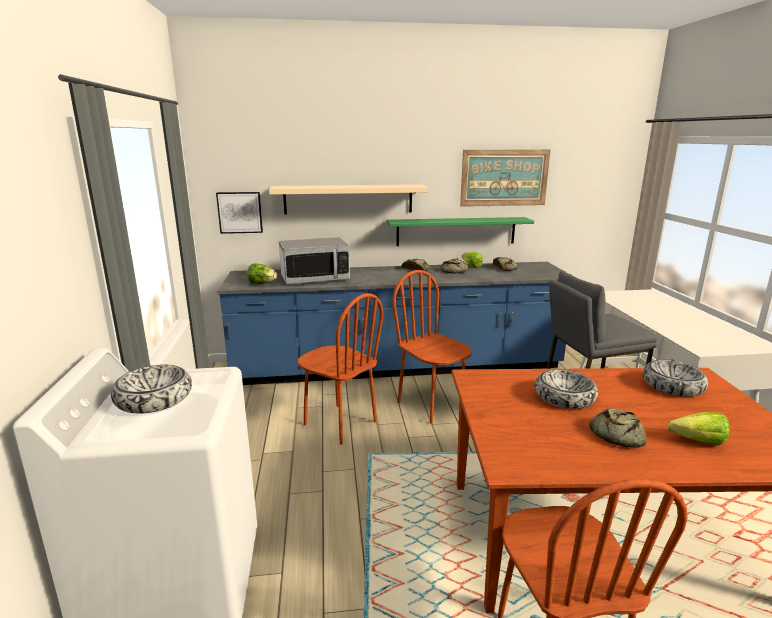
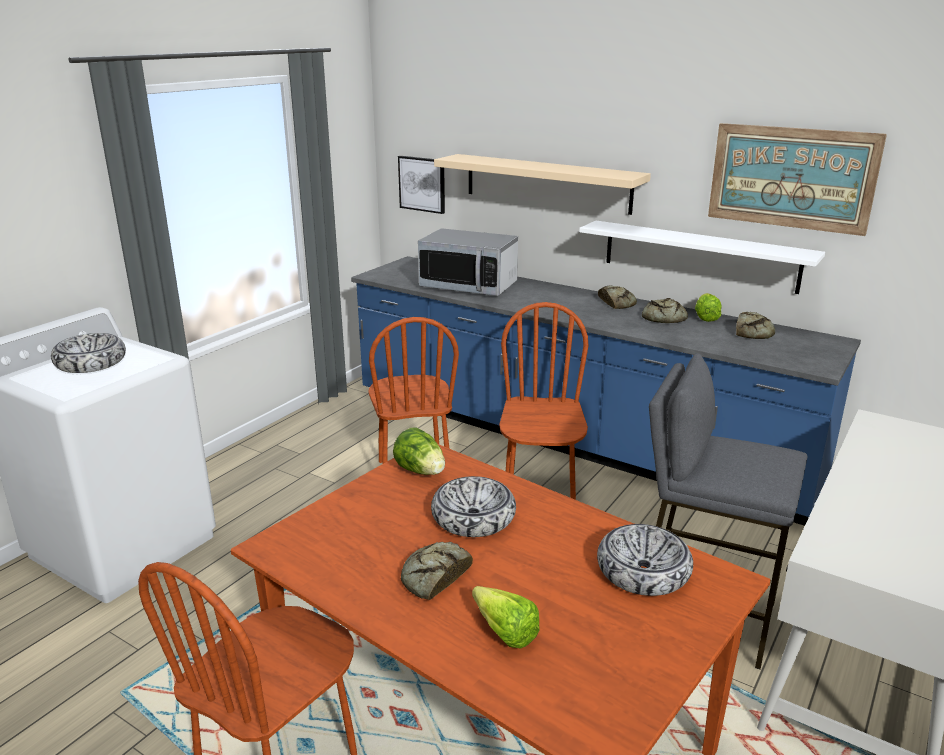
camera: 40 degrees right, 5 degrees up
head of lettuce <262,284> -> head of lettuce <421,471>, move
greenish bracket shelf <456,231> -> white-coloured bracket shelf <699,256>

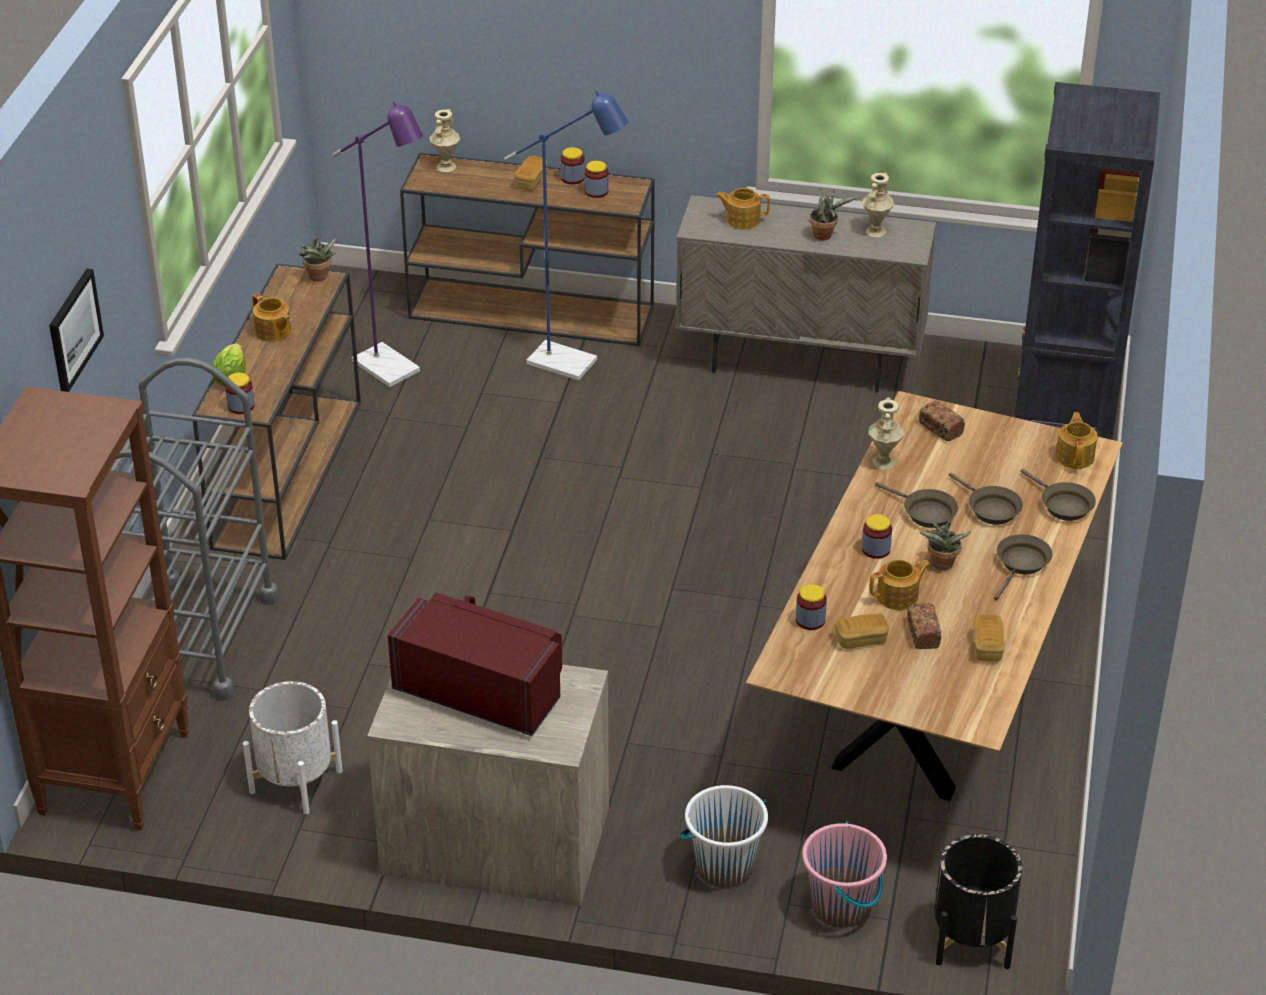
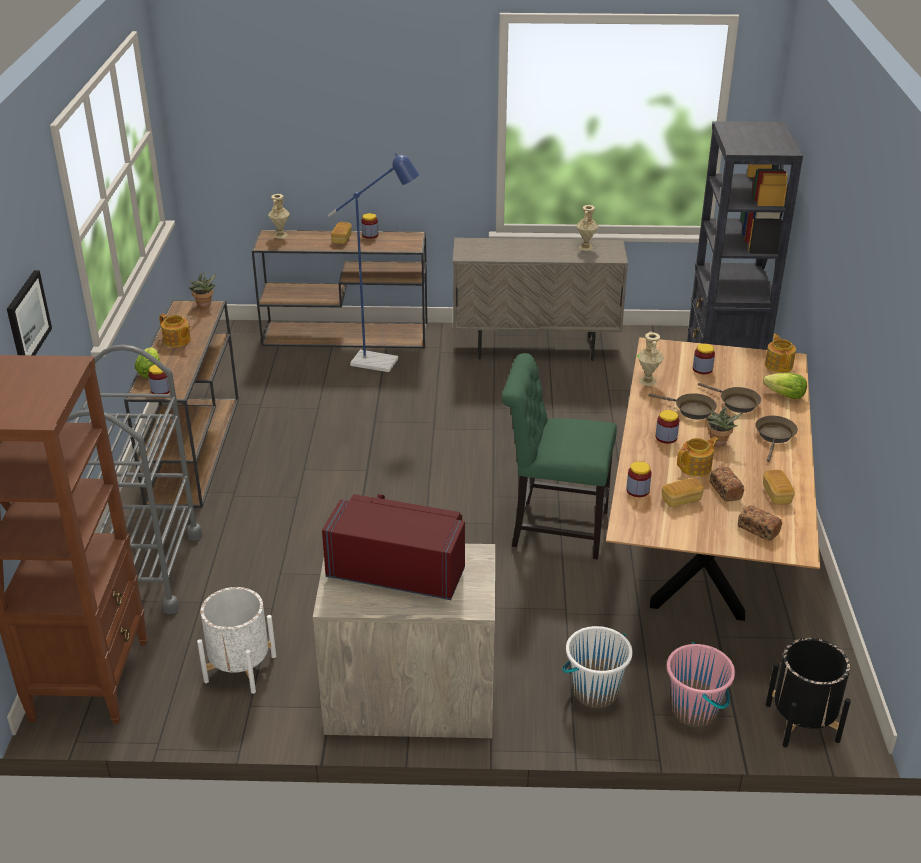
camera: 10 degrees left, 5 degrees down
purplish standard lamp <394,371> -> none
storage jar <596,191> -> storage jar <702,369>, move
pot for tea <742,220> -> none
houseplant <825,235> -> none
bakery bread <940,428> -> bakery bread <758,529>, move
brown-coloured frying pan <1063,505> -> head of lettuce <785,396>
none -> greenish chair <554,528>

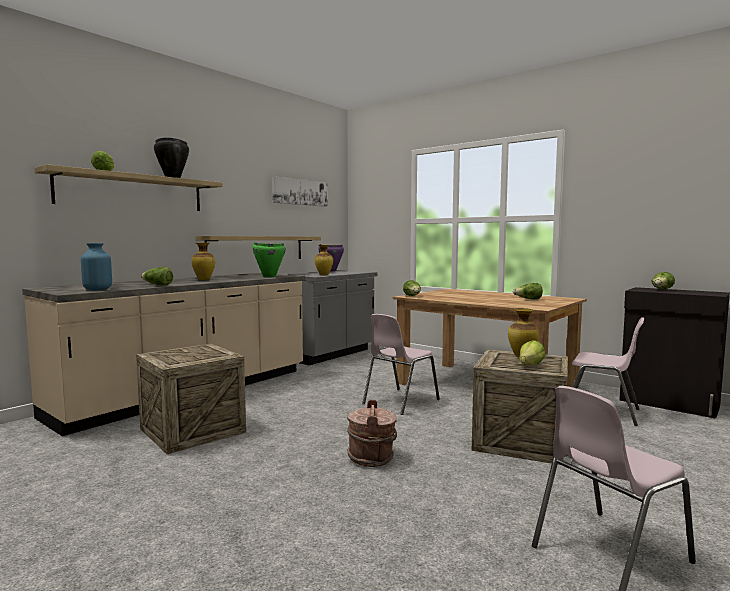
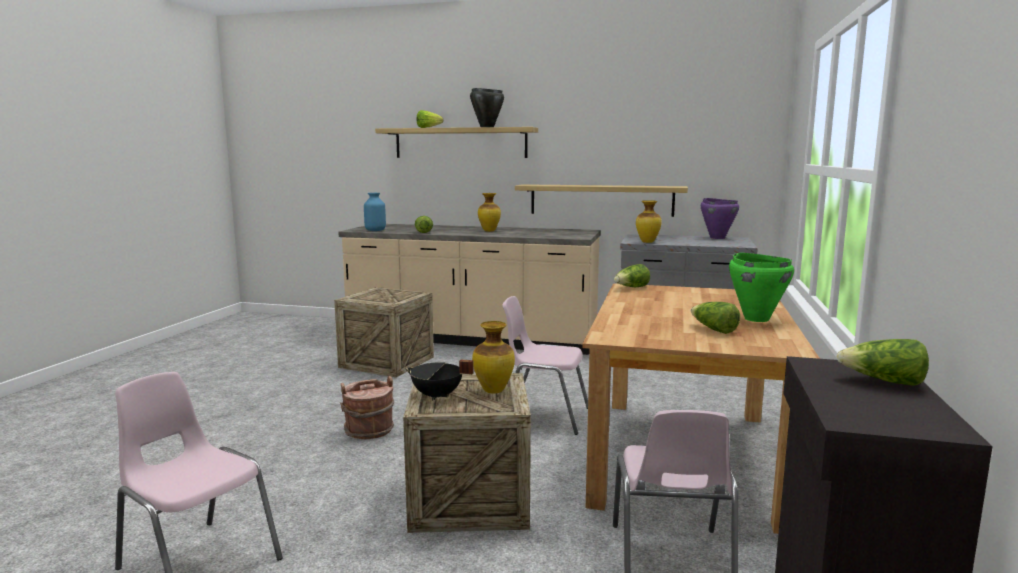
camera: 65 degrees right, 5 degrees up
greenish saucepot <269,276> -> greenish saucepot <756,319>, move
wall picture <300,192> -> none
head of lettuce <528,367> -> black-coloured saucepot <437,396>

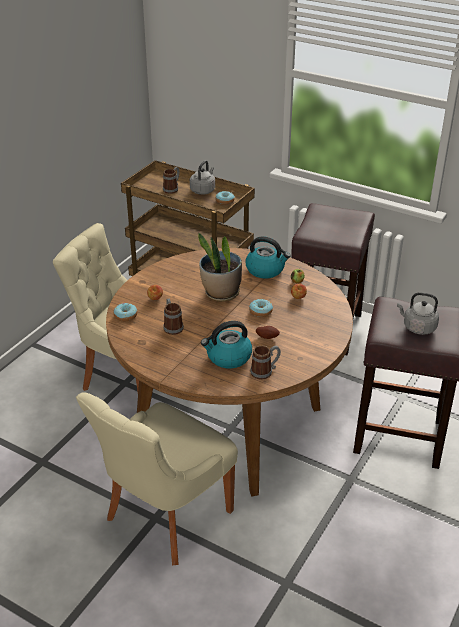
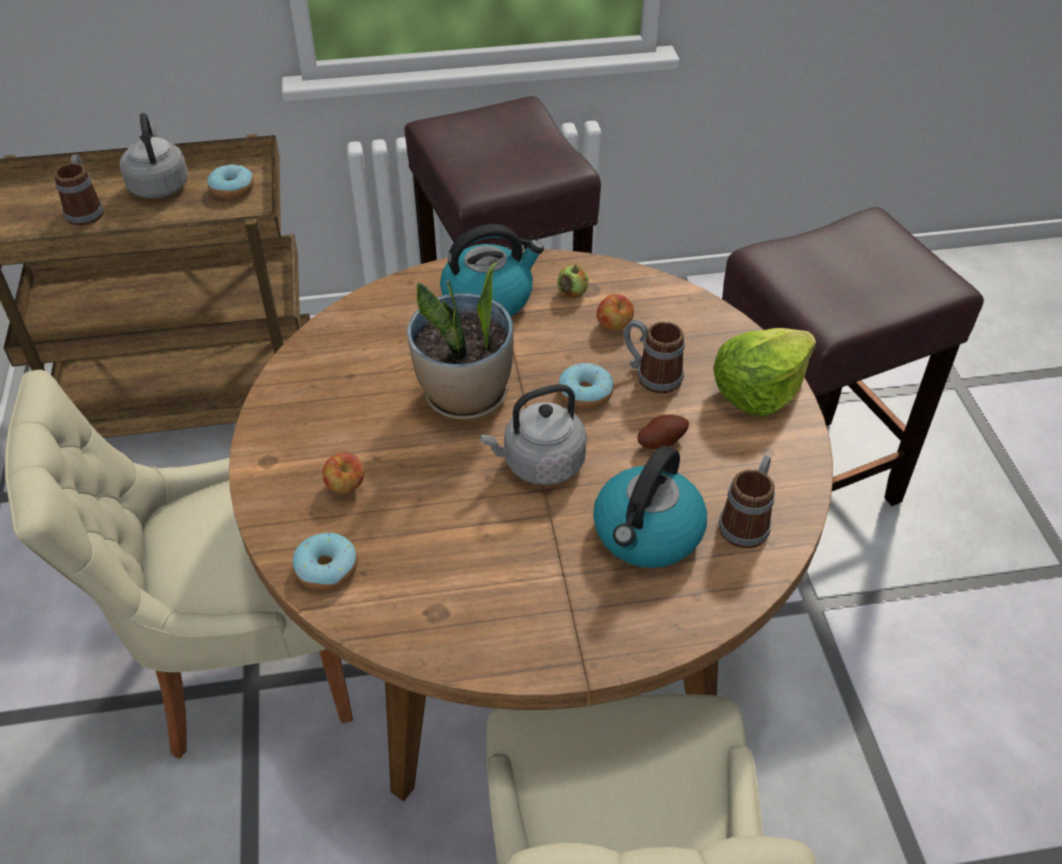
camera: 40 degrees left, 10 degrees up
coffee mug <172,326> -> coffee mug <651,375>, move
gray kettle <417,327> -> gray kettle <539,464>, move
none -> head of lettuce <758,390>

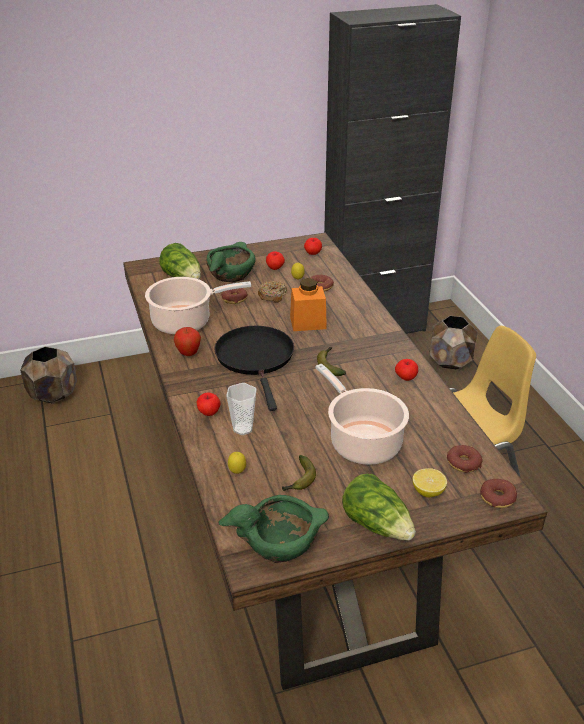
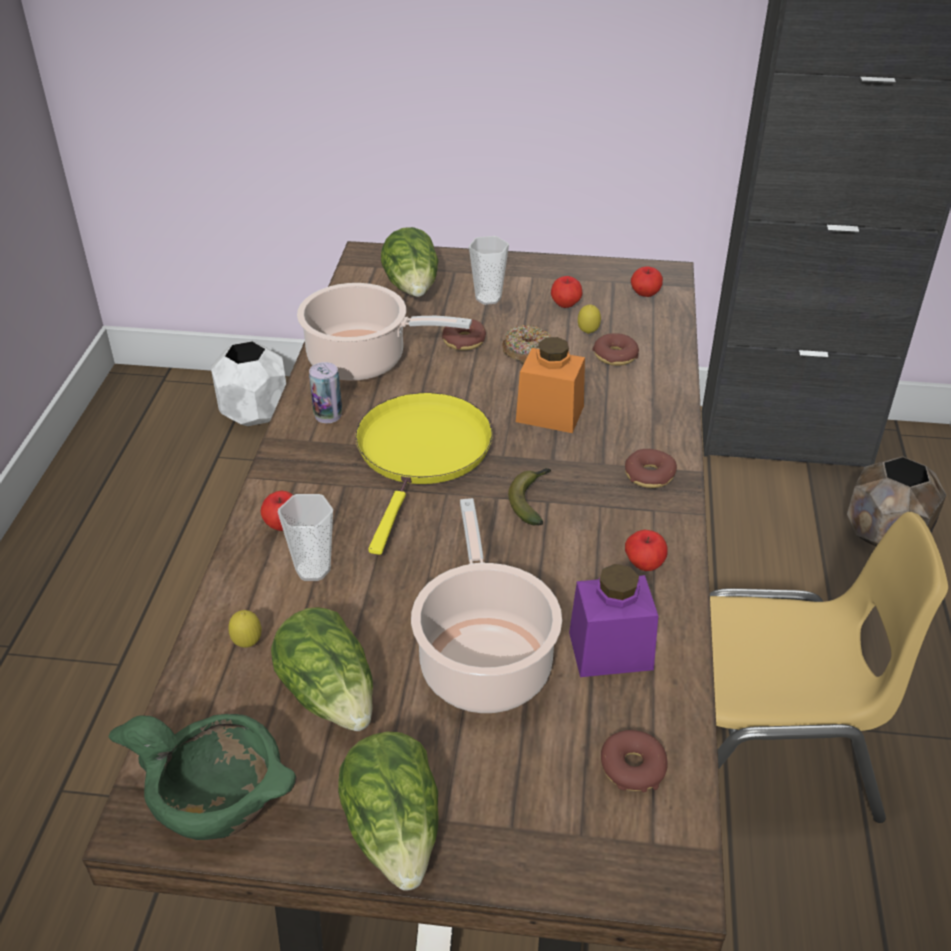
camera: 25 degrees right, 5 degrees up
brown-coloured planter <53,394> -> white-coloured planter <255,413>
whole apple <188,354> -> metal can <328,415>
greenish deep dish <230,274> -> small cup <488,298>
black-coloured frying pan <256,359> -> yellowish frying pan <422,453>
whole banana <299,480> -> head of lettuce <331,694>
citrus fruit <428,491> -> none
donut <497,498> -> donut <649,475>, move
none -> purplish storage jar <610,651>

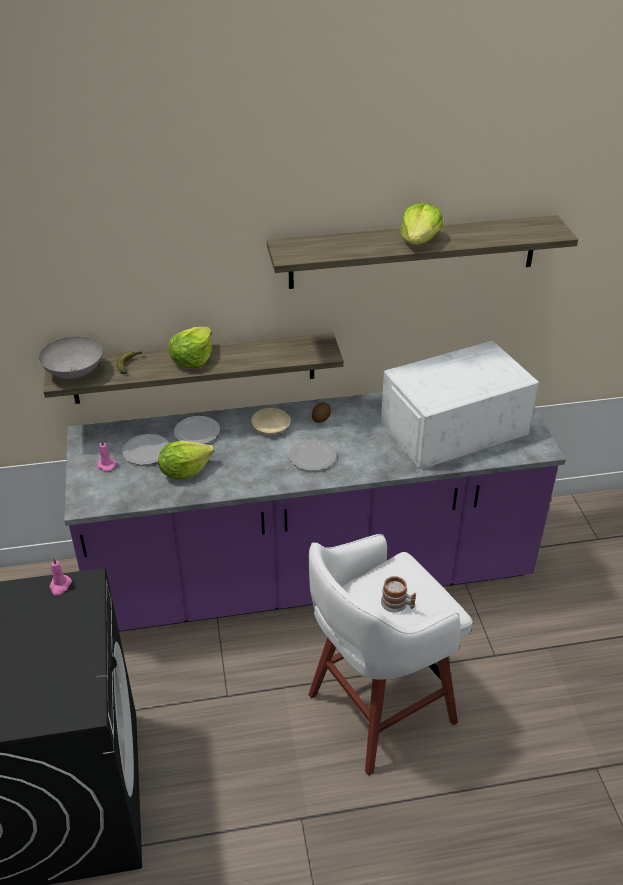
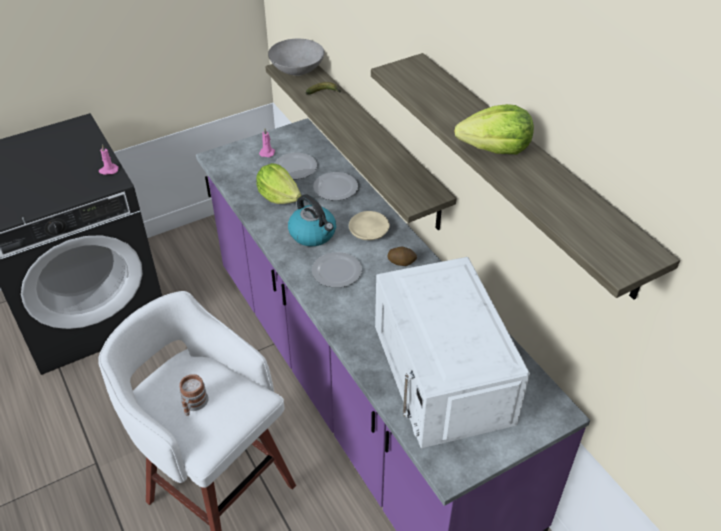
camera: 70 degrees right, 5 degrees up
head of lettuce <192,359> -> none
white-coloured kitchen microwave <453,428> -> white-coloured kitchen microwave <443,374>, 150 degrees counterclockwise
none -> kettle <313,234>

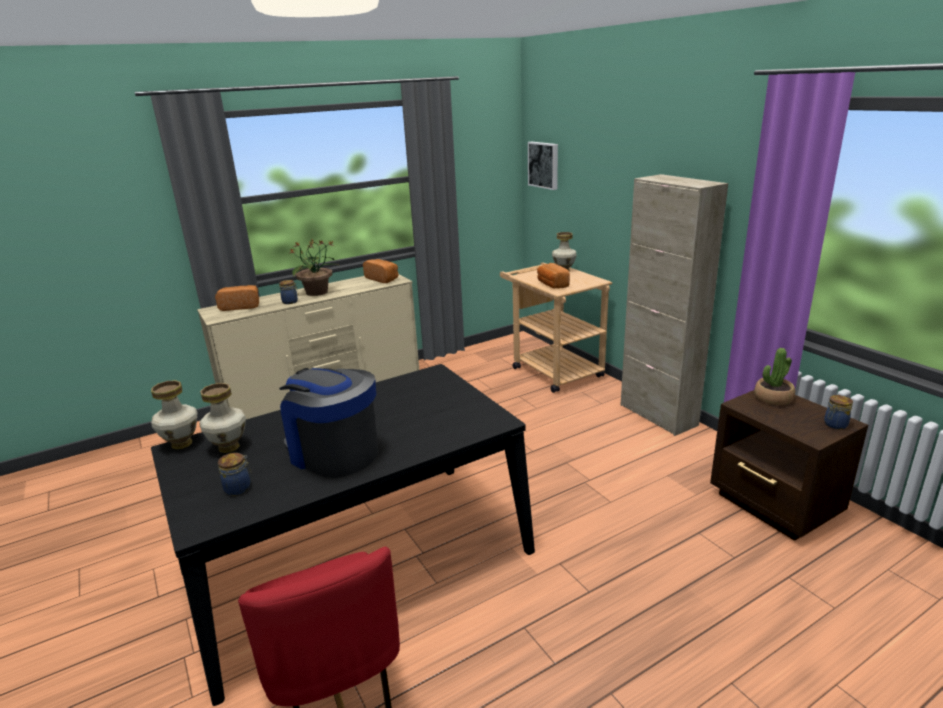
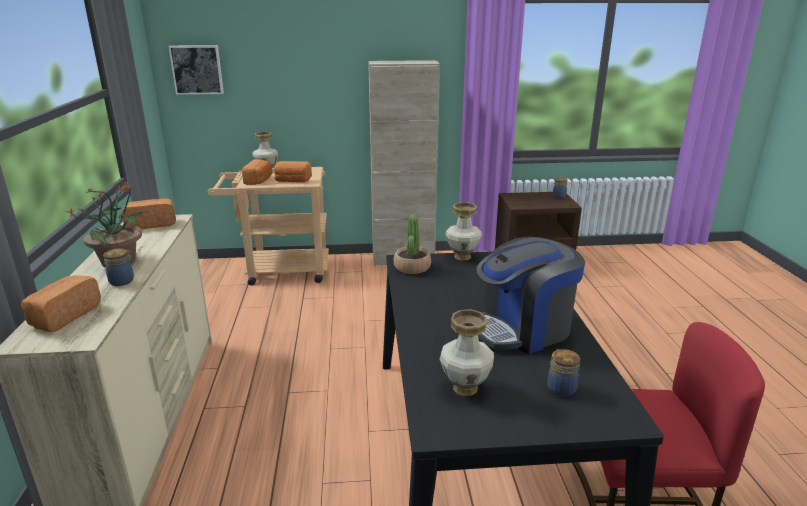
camera: 65 degrees left, 0 degrees up
vase <181,443> -> vase <462,257>, move
houseplant <773,398> -> houseplant <412,267>, move
none -> bakery bread <259,181>

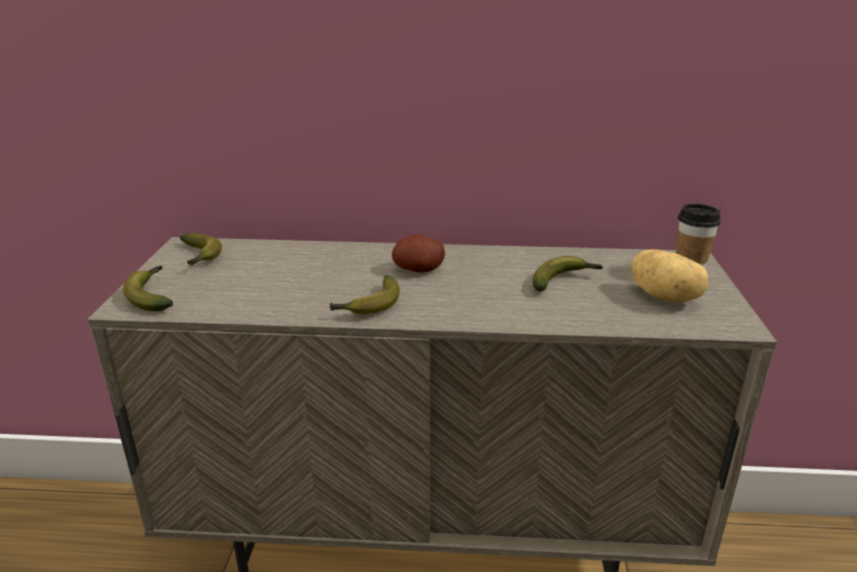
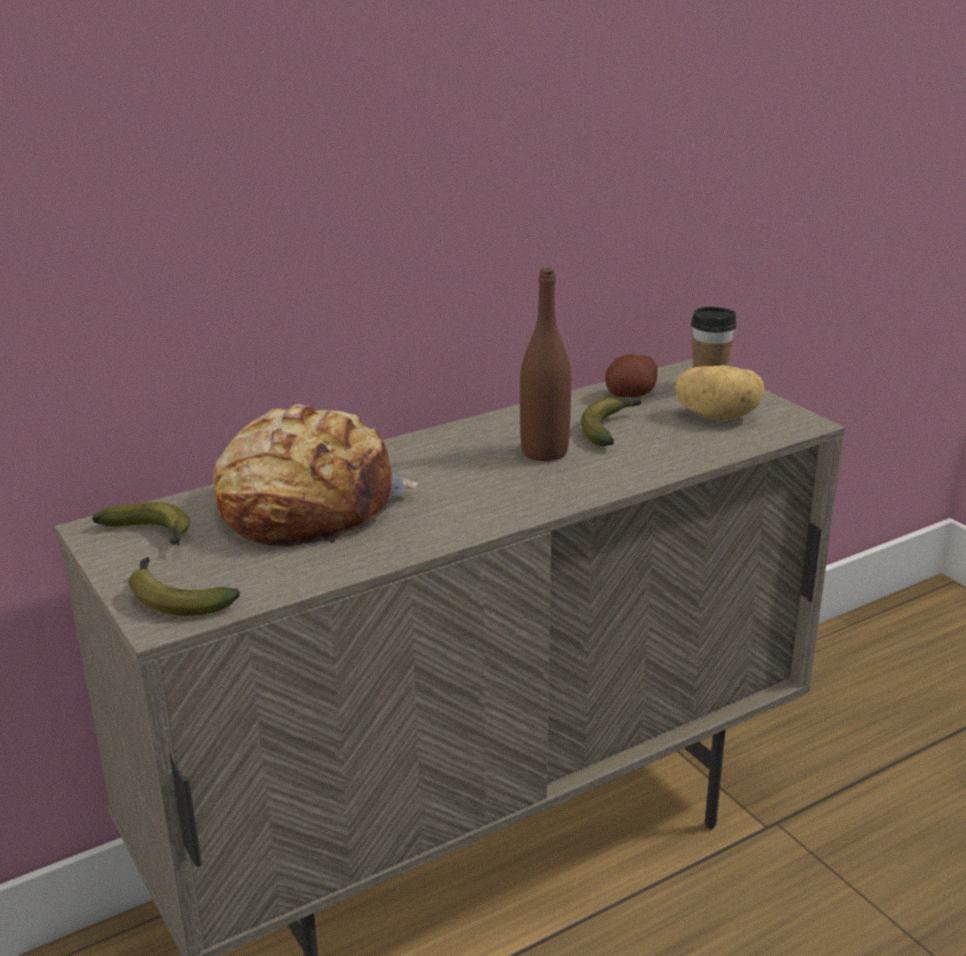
camera: 35 degrees left, 0 degrees up
whole banana <369,306> -> none
potato <418,269> -> potato <630,395>, move
none -> bakery bread <306,505>
none -> brown-coloured drink bottle <544,452>

